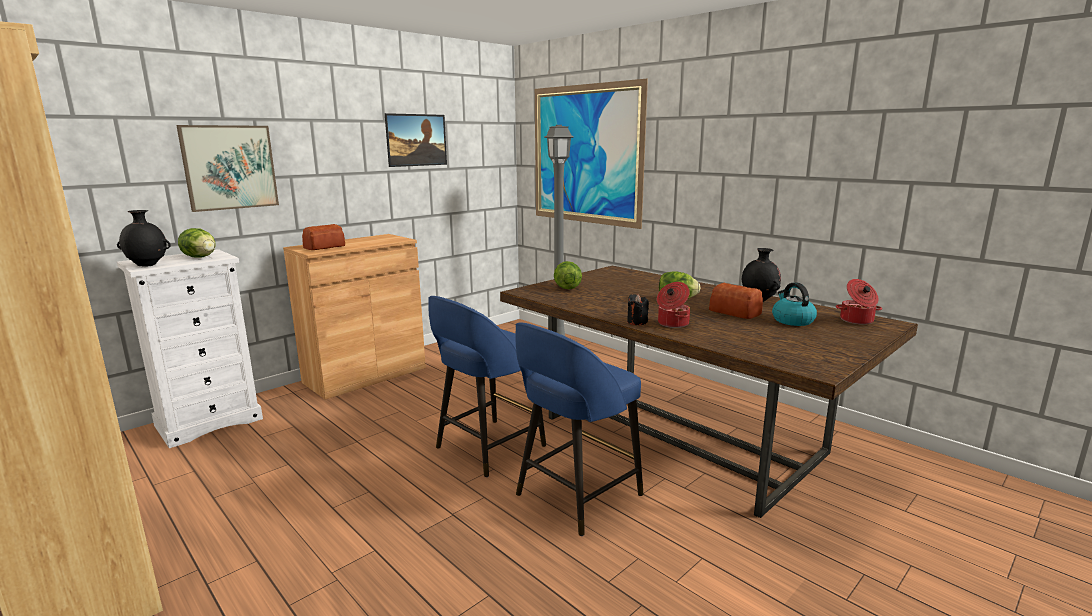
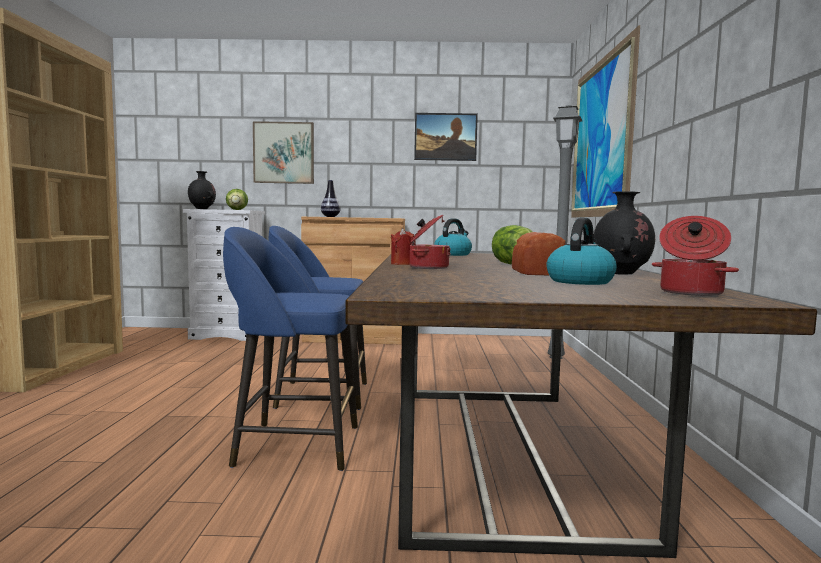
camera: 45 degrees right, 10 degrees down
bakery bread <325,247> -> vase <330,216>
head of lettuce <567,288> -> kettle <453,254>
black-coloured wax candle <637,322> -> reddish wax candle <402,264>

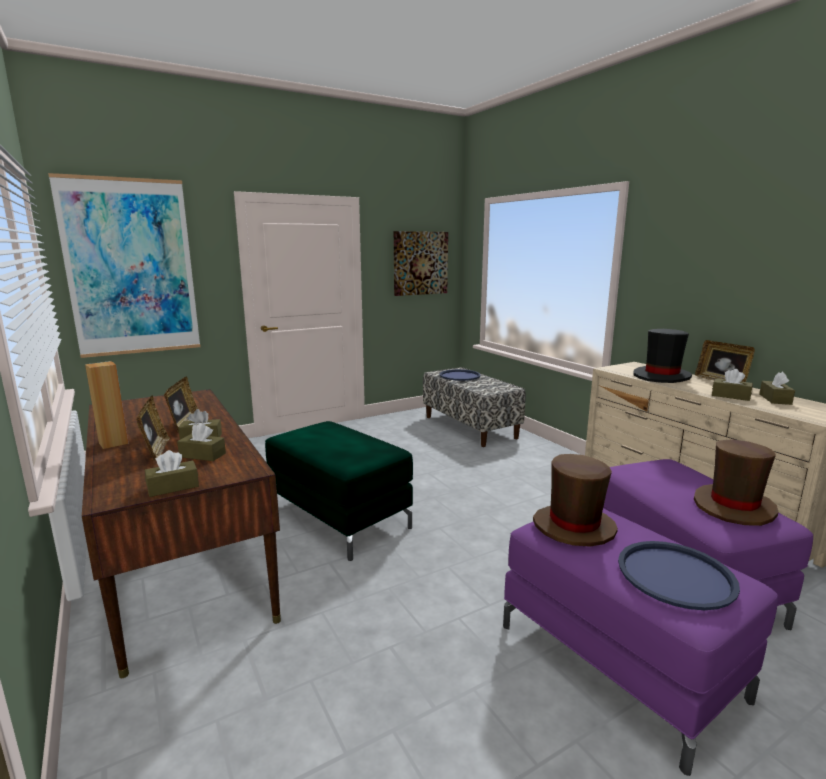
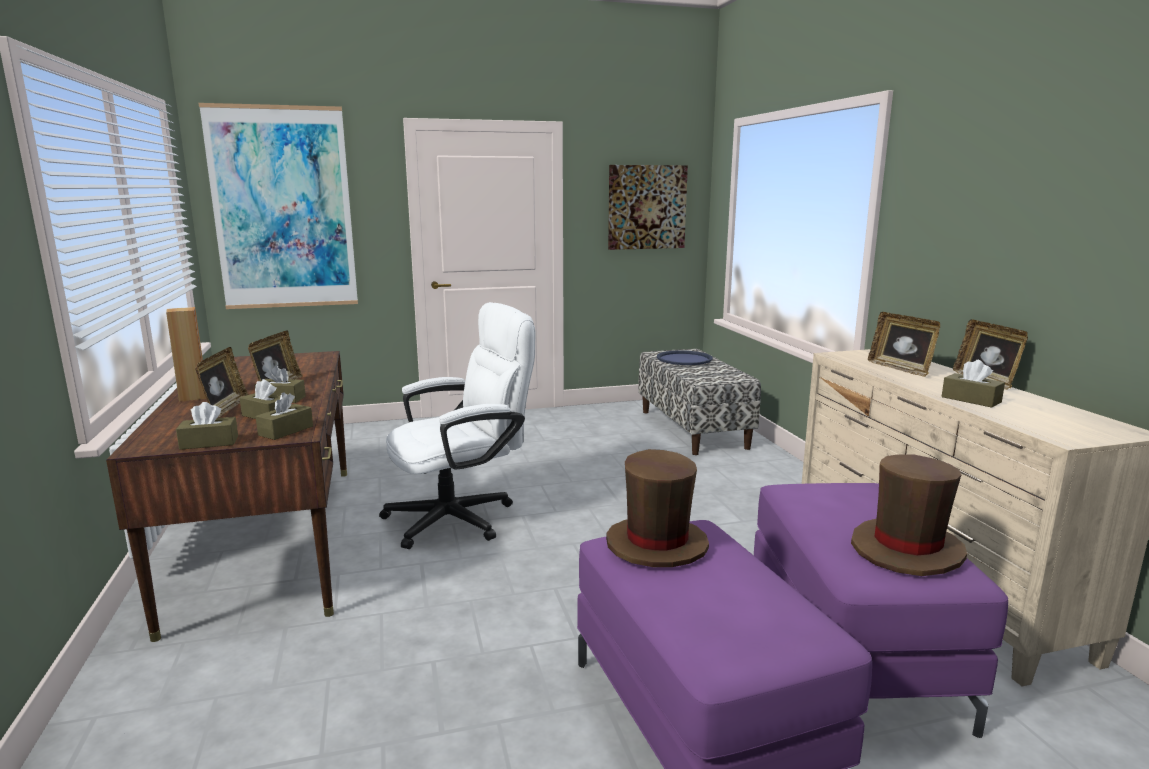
camera: 15 degrees right, 0 degrees up
greenish footrest <339,517> -> white-coloured office chair <462,517>
bluish carrying tray <676,575> -> none
black-coloured clothing hat <661,376> -> picture frame <900,369>
brown-coloured tissue holder <775,399> -> brown-coloured tissue holder <286,431>, move

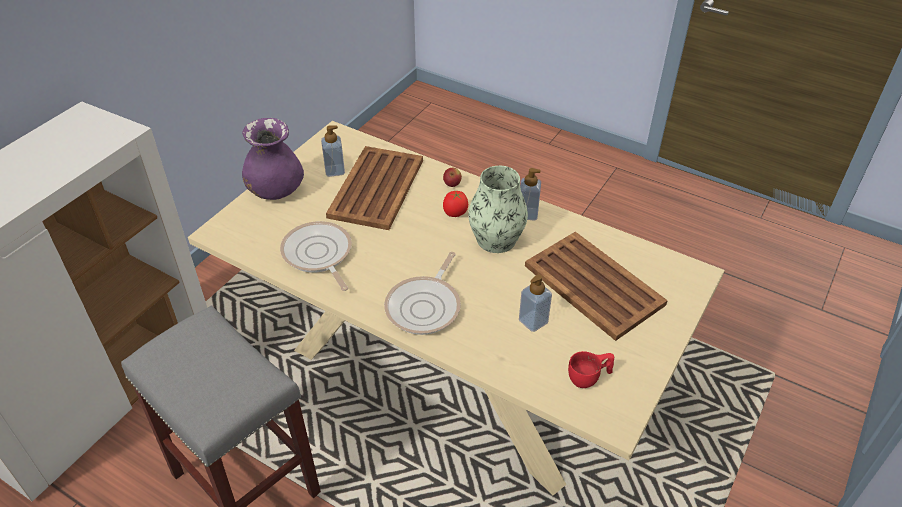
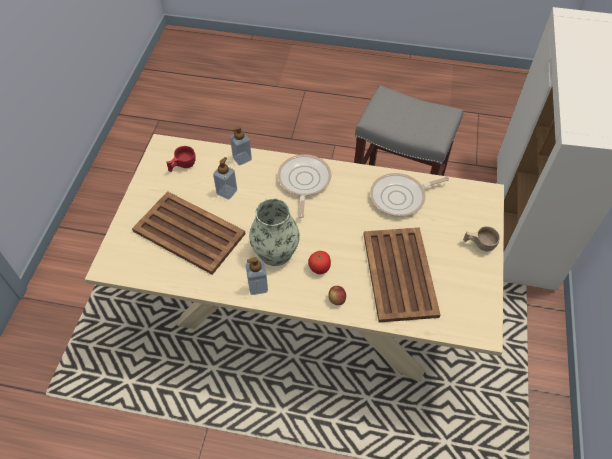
camera: 160 degrees right, 10 degrees up
purplish vase <276,191> -> beige small cup <479,244>
frying pan <318,255> -> frying pan <400,197>, 120 degrees clockwise
soap bottle <334,170> -> soap bottle <242,158>, move

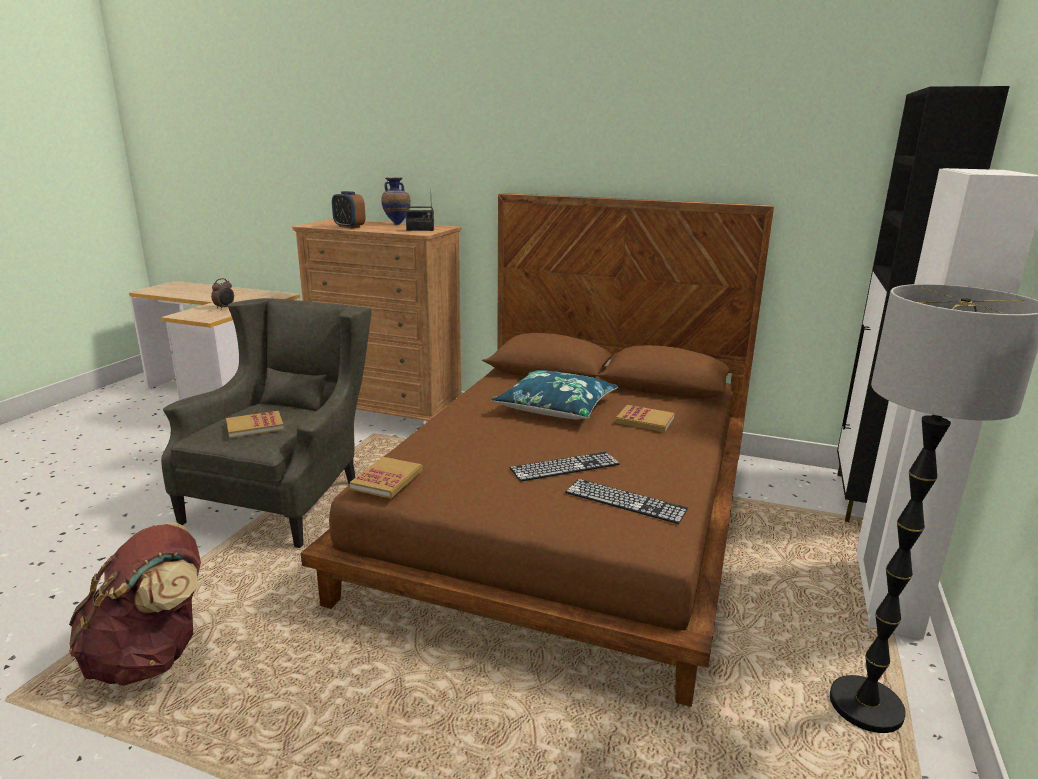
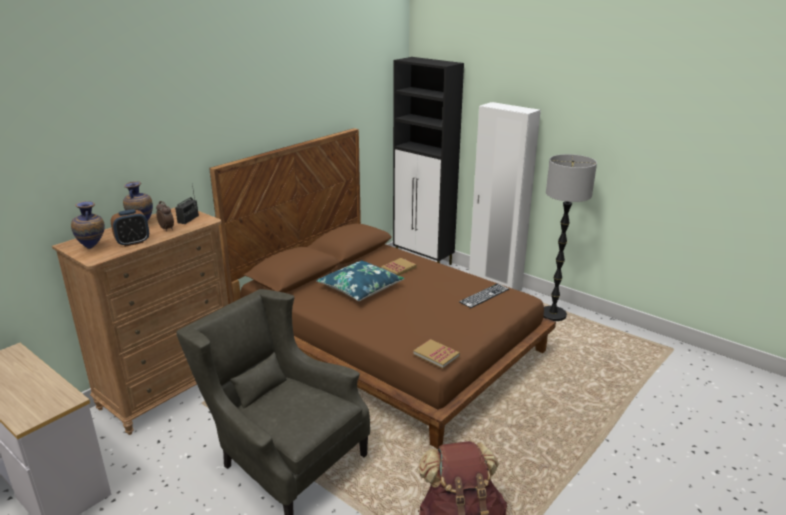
camera: 70 degrees left, 5 degrees up
alarm clock <225,308> -> alarm clock <167,229>, move
bound book <255,427> -> none
computer keyboard <564,466> -> none
none -> vase <93,247>

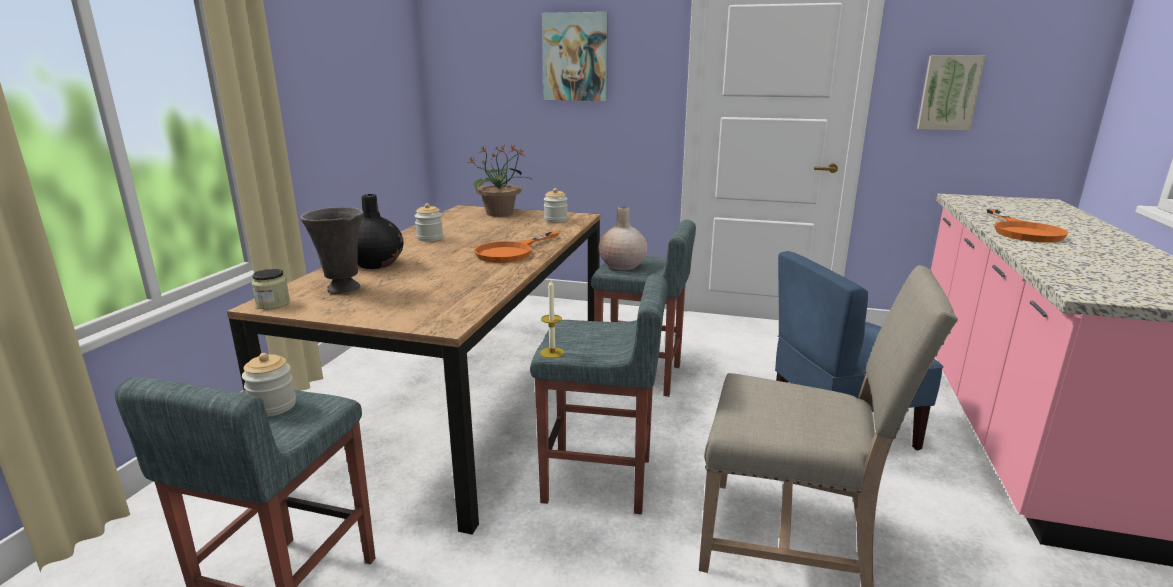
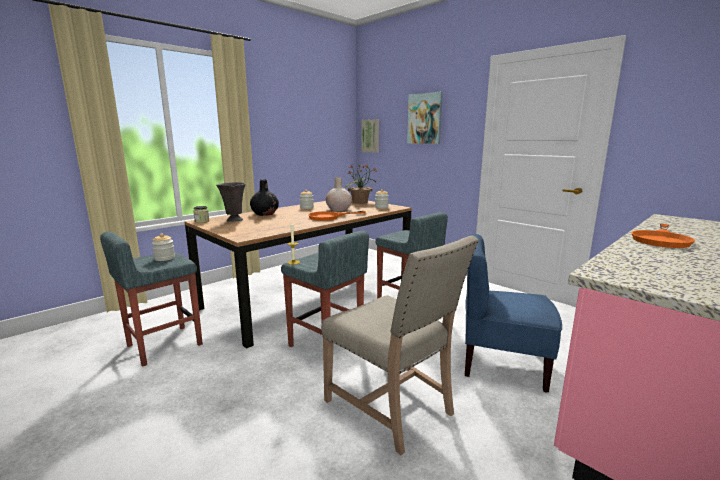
camera: 30 degrees right, 5 degrees down
beige vase <622,266> -> beige vase <338,209>, move
wall picture <949,93> -> wall picture <371,136>, move

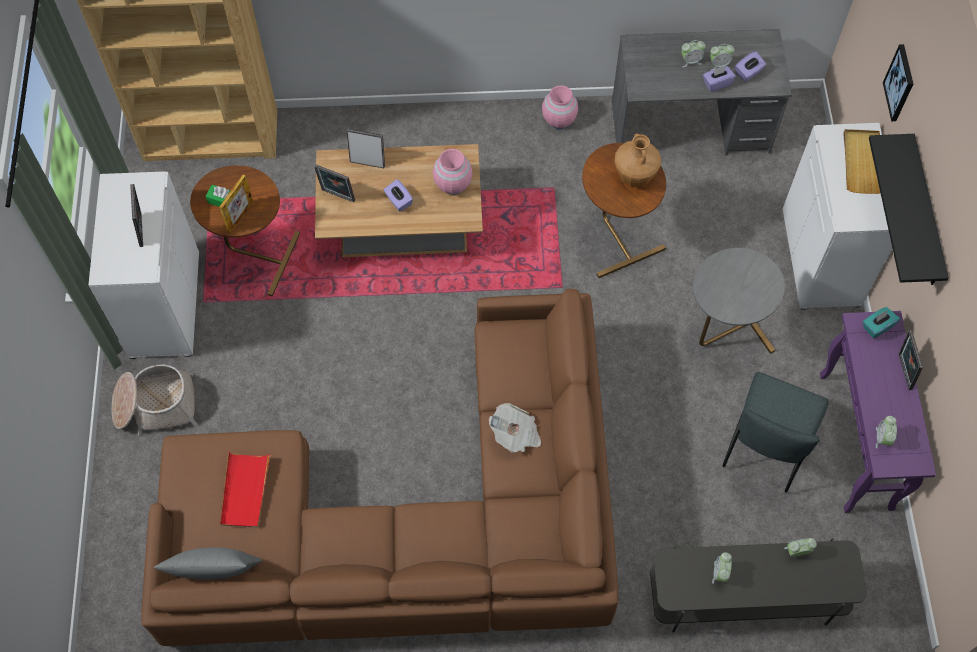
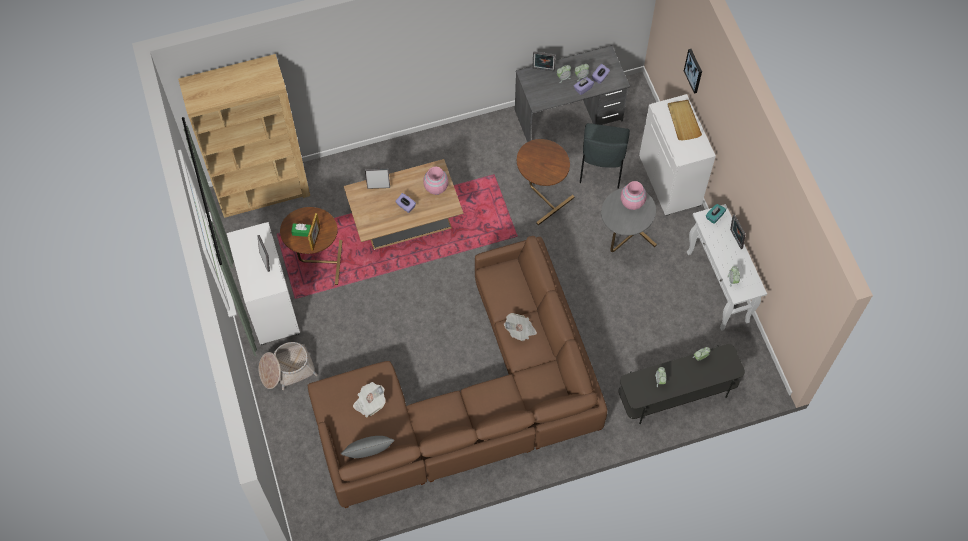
camera: 15 degrees left, 0 degrees up
reddish carrying tray <245,491> -> printed paper <369,403>
picture frame <337,197> -> picture frame <543,70>, move
pink-coloured vase <559,119> -> pink-coloured vase <632,202>, move
brown-coloured vase <634,177> -> none
gray chair <765,449> -> gray chair <601,168>, move
purplish hall table <856,442> -> white-coloured hall table <718,287>
black-coloured bracket shelf <925,214> -> none

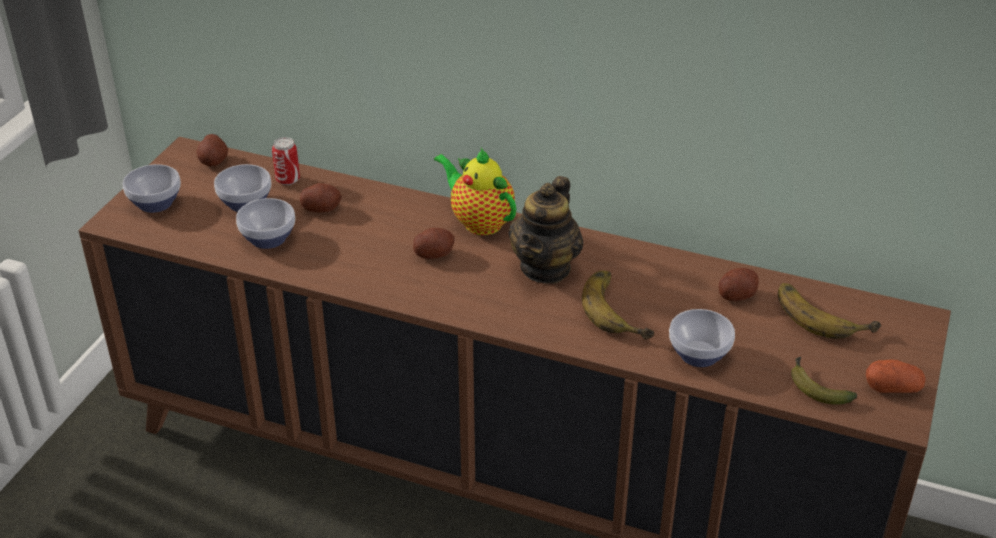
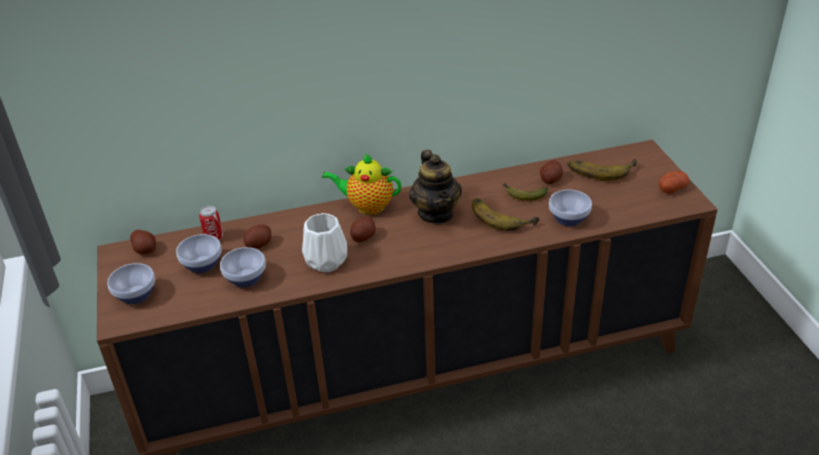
camera: 35 degrees left, 0 degrees up
whole banana <815,387> -> whole banana <522,195>, move
none -> white-coloured vase <327,261>

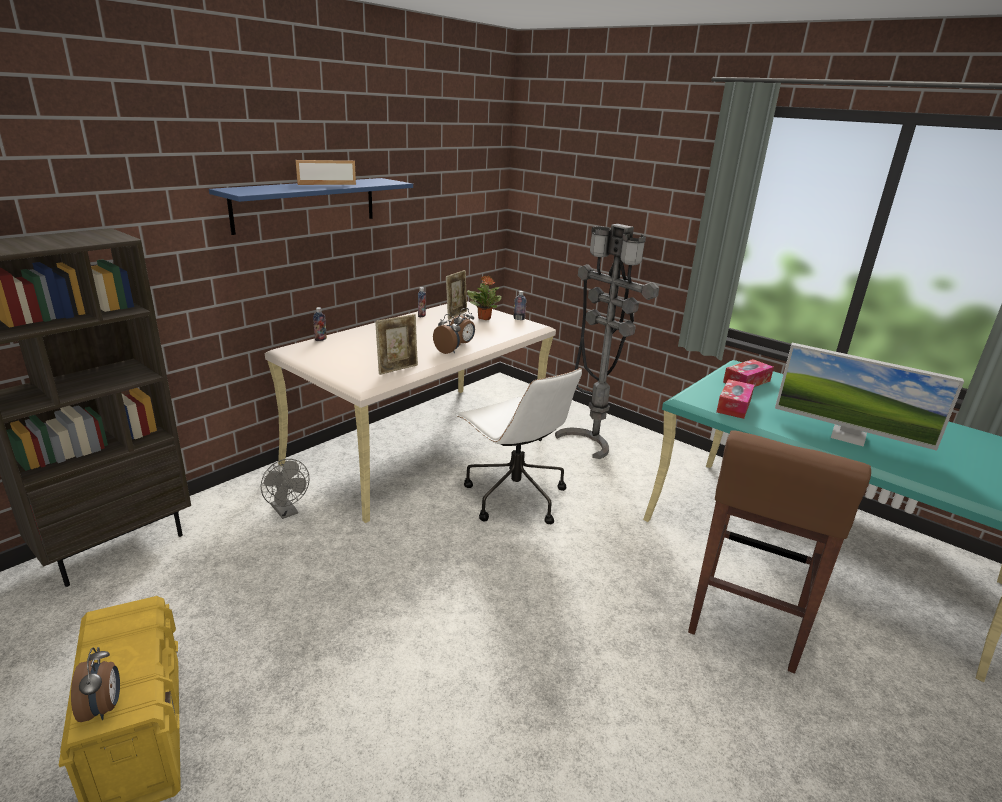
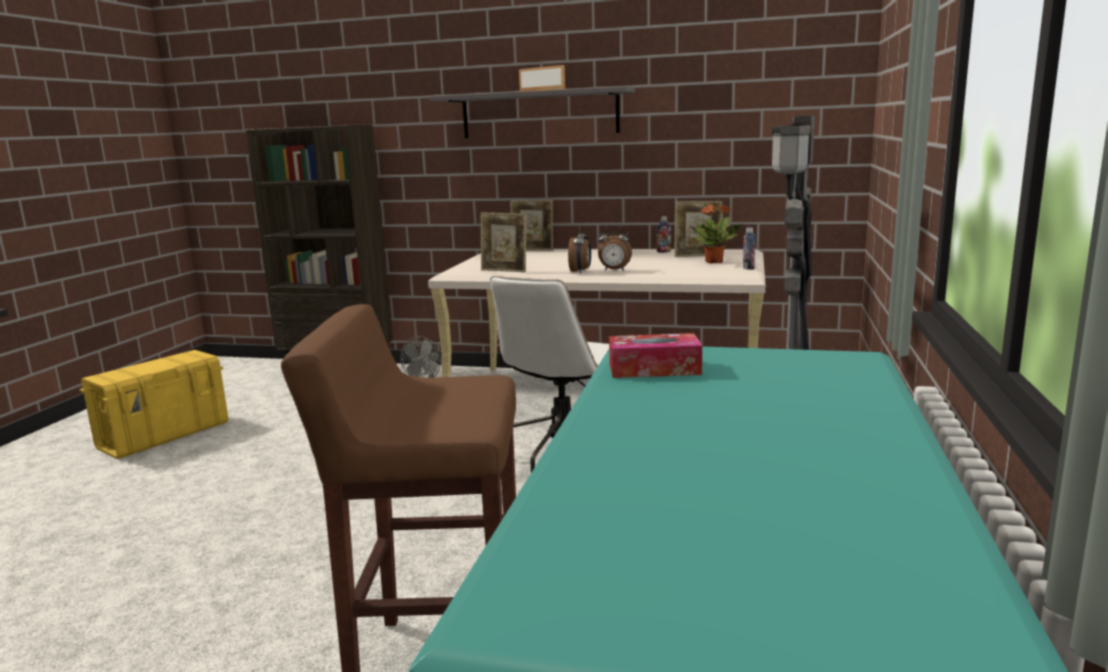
camera: 65 degrees right, 10 degrees down
alarm clock <103,708> -> none
bluish bracket shelf <306,204> -> gray bracket shelf <539,114>
drink bottle <320,339> -> picture frame <532,250>
tissue holder <746,381> -> none
computer screen <848,437> -> none

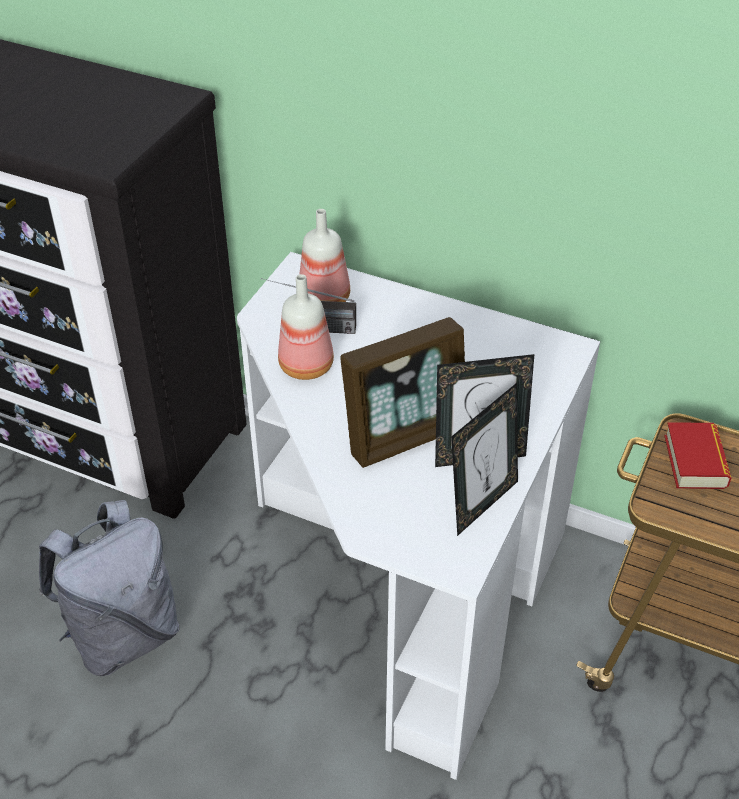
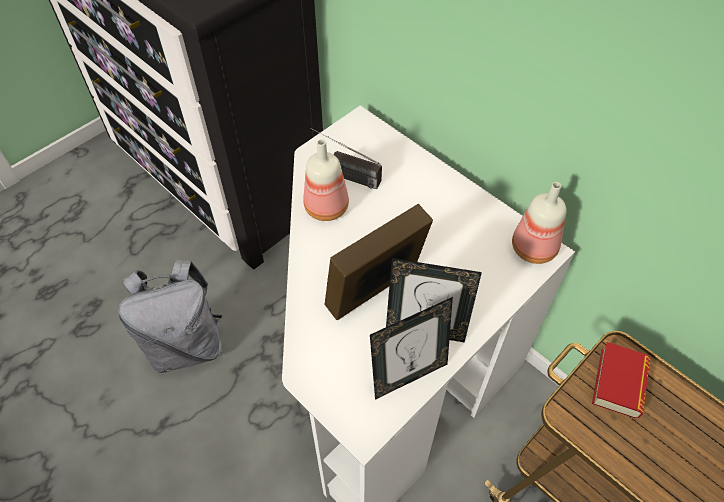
camera: 20 degrees right, 10 degrees up
drink bottle <325,298> -> drink bottle <534,248>, move
picture frame <405,436> -> picture frame <374,293>, 150 degrees clockwise

